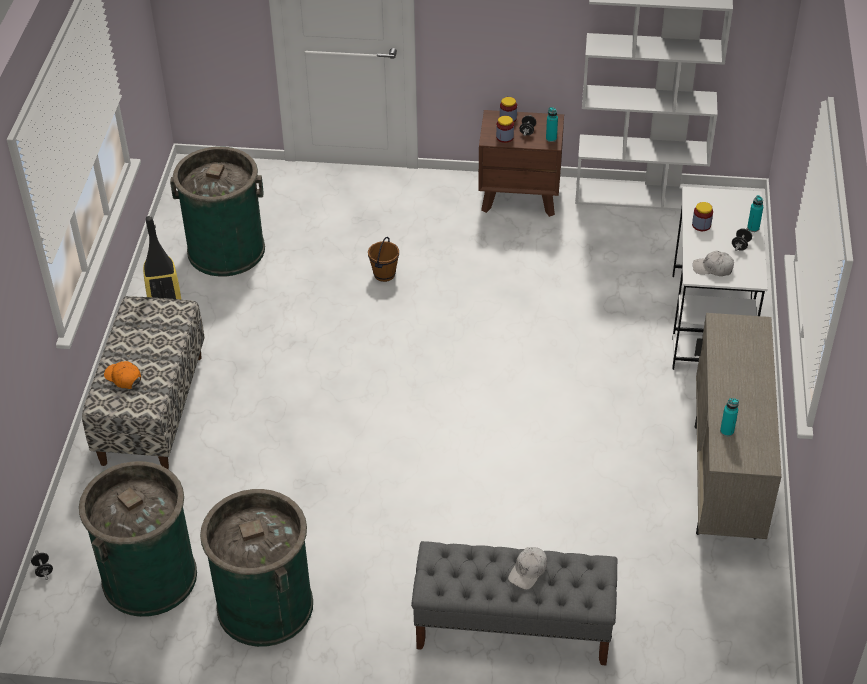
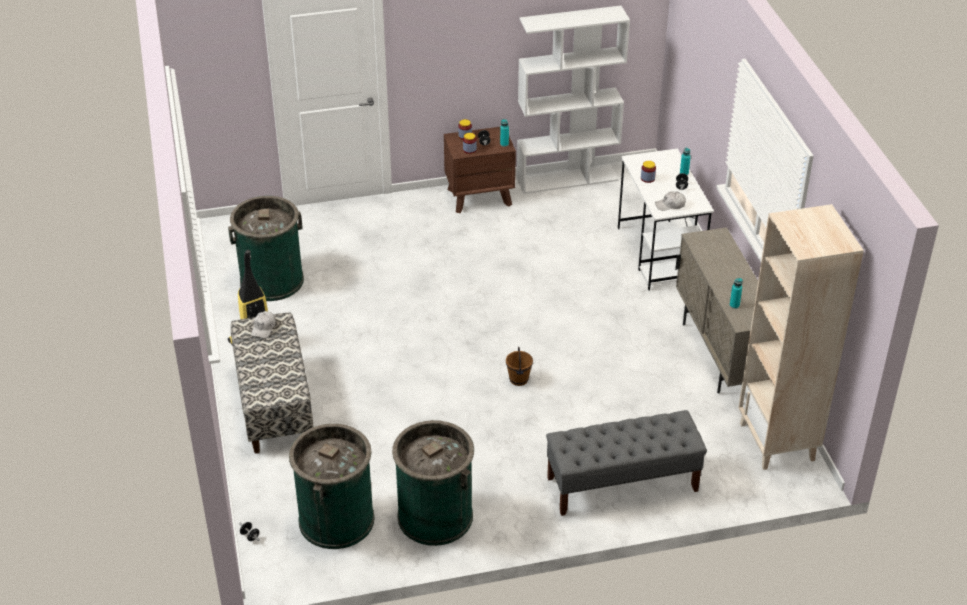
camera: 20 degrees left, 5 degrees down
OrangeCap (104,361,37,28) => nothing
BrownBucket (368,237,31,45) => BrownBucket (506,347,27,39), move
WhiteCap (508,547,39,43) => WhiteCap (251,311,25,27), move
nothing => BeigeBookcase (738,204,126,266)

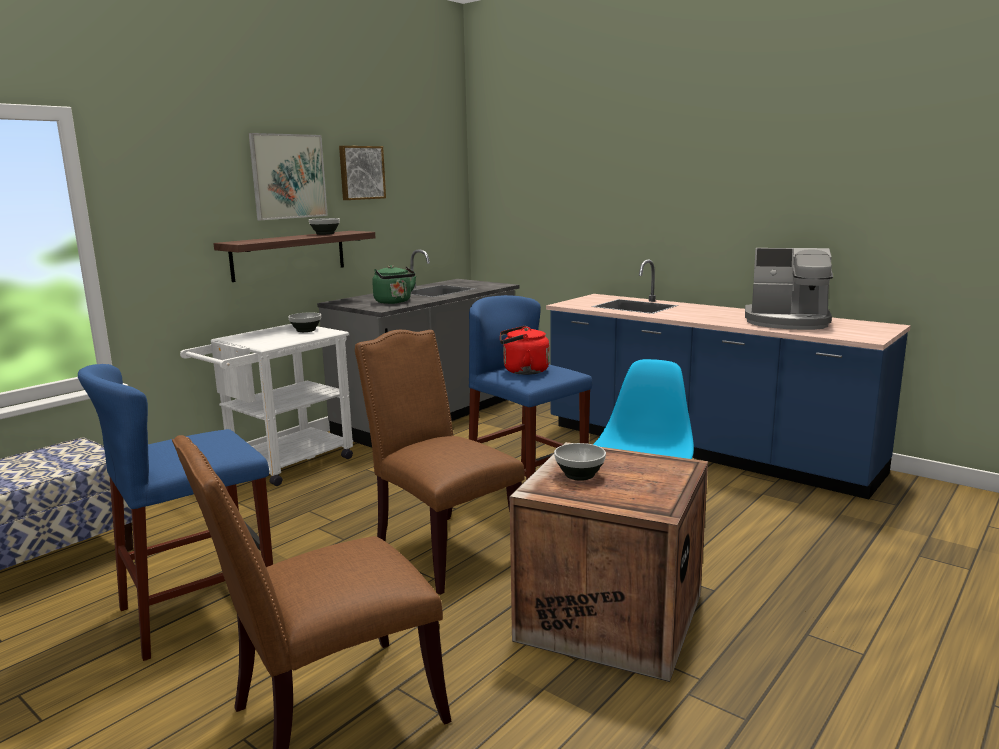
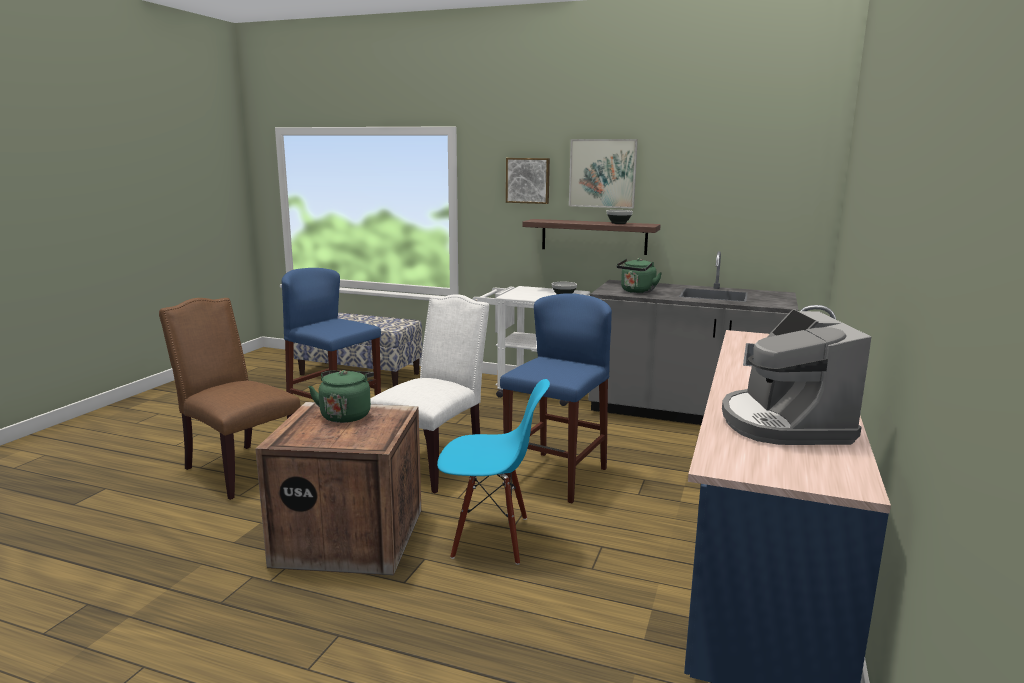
camera: 70 degrees right, 0 degrees up
Picture (339,146,47,54) => Picture (506,158,44,46), move
BrownChair (355,330,170,265) => WhiteChair (370,294,119,200)
RedKettle (500,326,50,49) => nothing
Bowl (554,443,52,38) => GreenKettle (308,370,66,53)

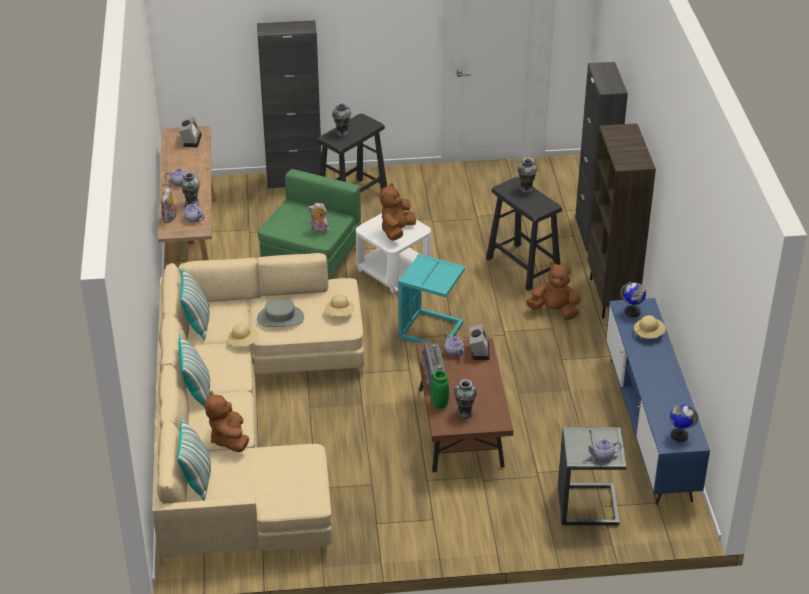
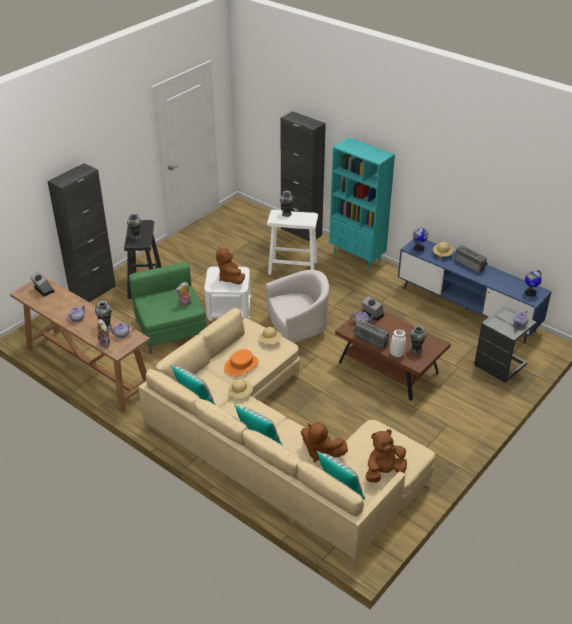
camera: 45 degrees left, 0 degrees up
GreyHat (257,300,47,27) => OrangeHat (224,349,35,28)
TurquoiseSideTable (398,254,67,89) => WhiteArmchair (266,270,63,73)
GreenVase (431,370,18,39) => WhiteVase (390,330,16,27)
BlackStool (486,177,76,114) => WhiteStool (267,210,51,65)
BrownPlushToy (526,262,55,58) => BrownPlushToy (366,429,41,54), move
BrownBookcase (587,123,69,196) => TurquoiseBookcase (329,137,66,134)
nothing => Radio (455,245,33,28)

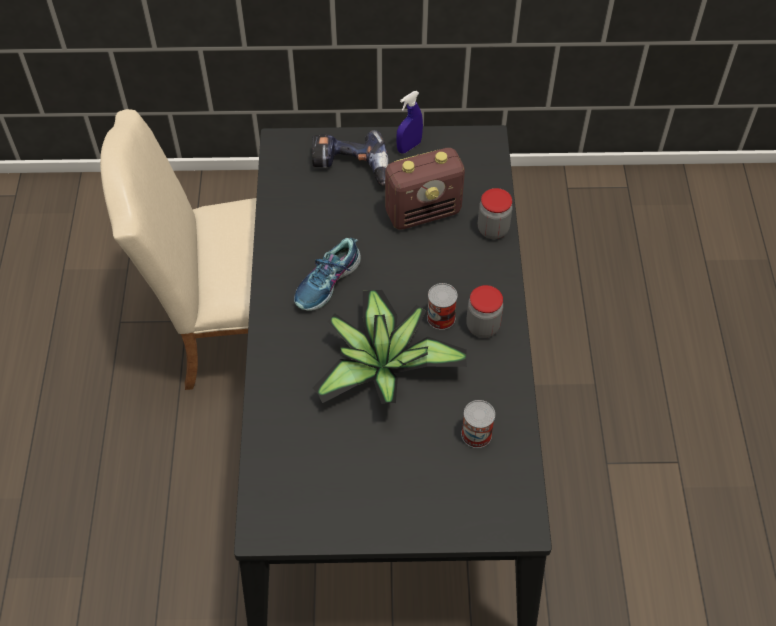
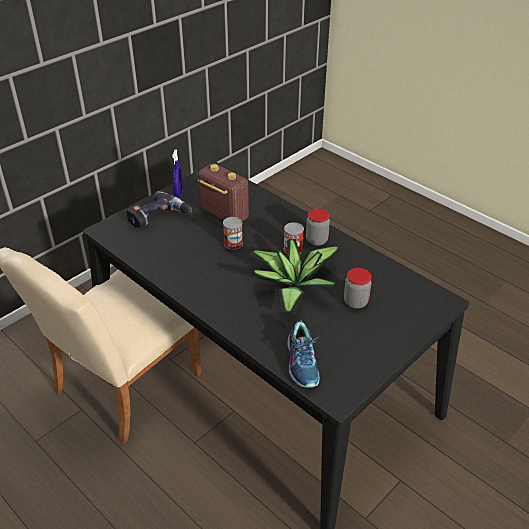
camera: 45 degrees left, 15 degrees down
Shoe (294,238,67,73) => Shoe (287,320,33,68), move
Radio (385,148,80,82) => Radio (197,163,52,58), 75 degrees counterclockwise
Can (461,400,34,48) => Can (223,217,20,33), move
Jar (478,188,35,51) => Jar (344,268,27,41), move

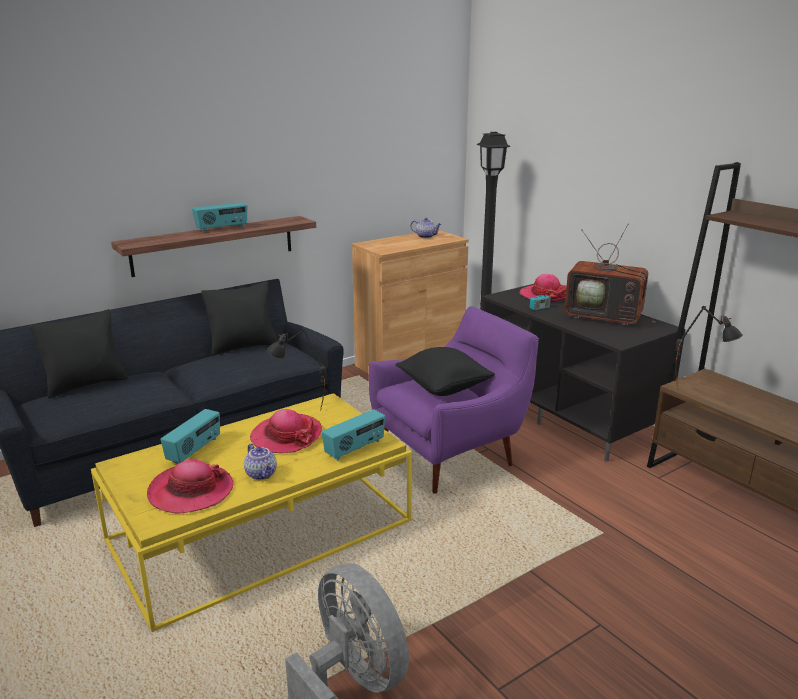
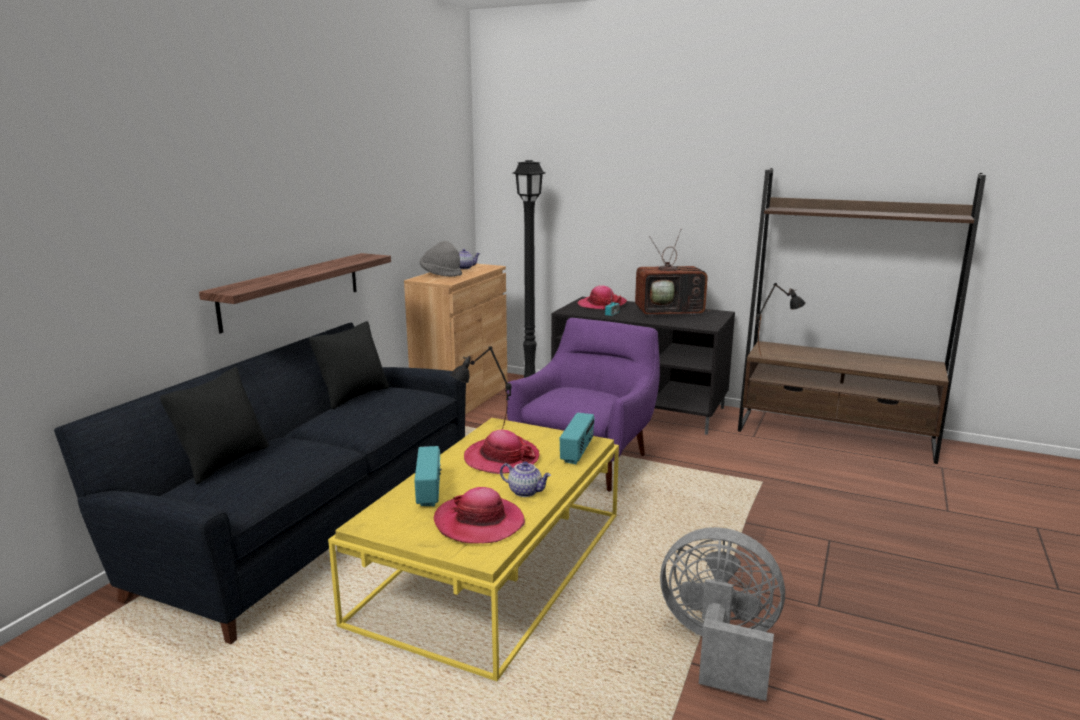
camera: 30 degrees left, 5 degrees down
Radio (192,202,55,30) => nothing
BlackPillow (396,347,99,49) => nothing
nothing => GreyHat (420,241,42,36)

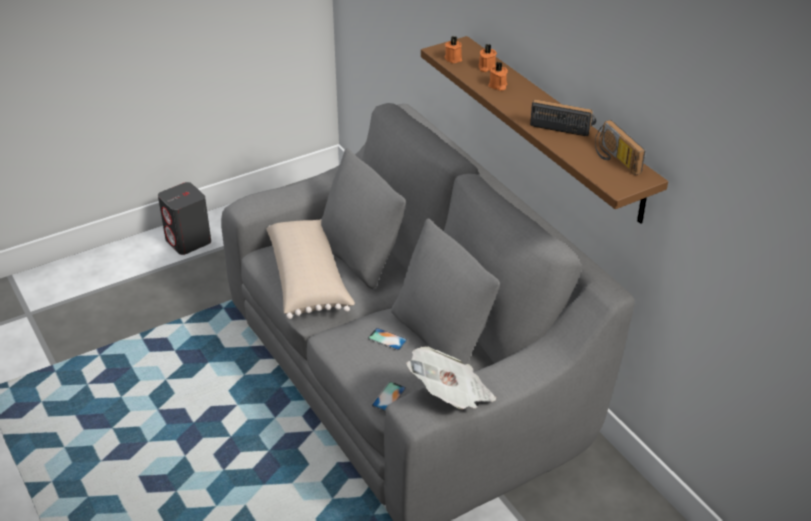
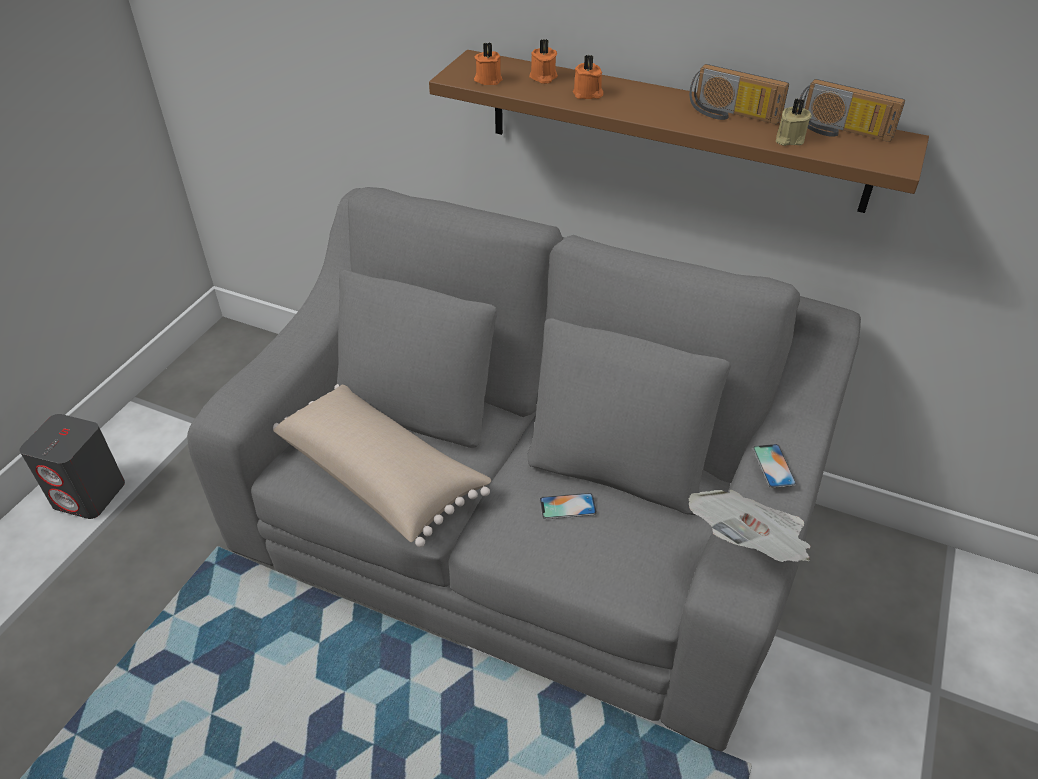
camera: 35 degrees left, 5 degrees up
Phone (372,382,34,29) => Phone (752,444,45,44), move
Radio (530,99,66,37) => Radio (689,64,100,60), 135 degrees counterclockwise
nothing => BeigeCandle (775,99,37,47)

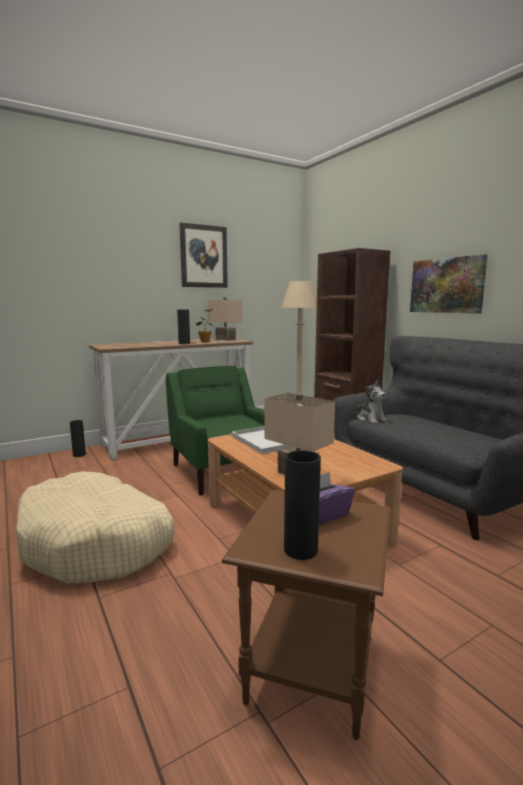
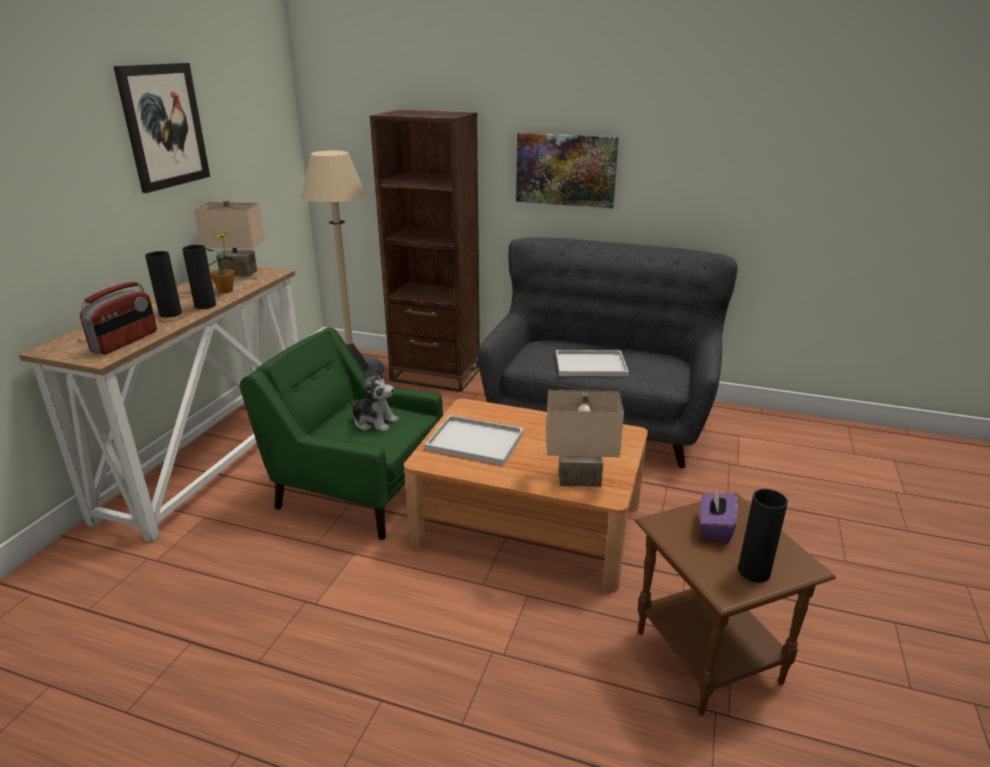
camera: 40 degrees left, 15 degrees up
BeigeDogBed (15,471,159,112) => nothing
BlackVase (70,420,16,37) => BlackVase (145,251,37,67), move
PlushToy (357,380,31,44) => PlushToy (346,369,53,63), move
nothing => Radio (80,281,77,73)
nothing => WhiteTray (556,350,73,27)

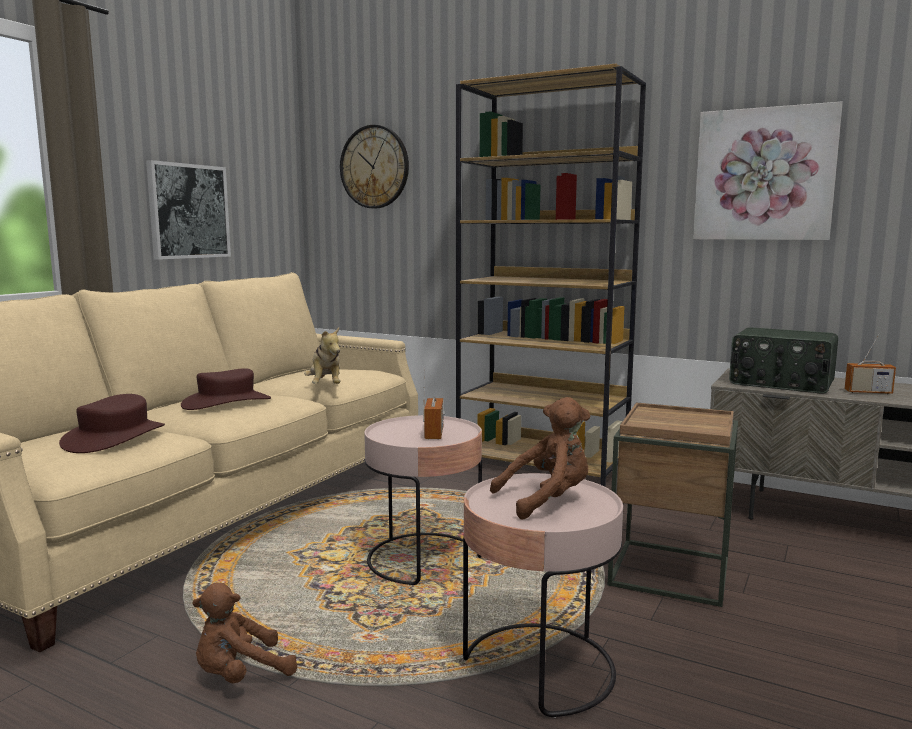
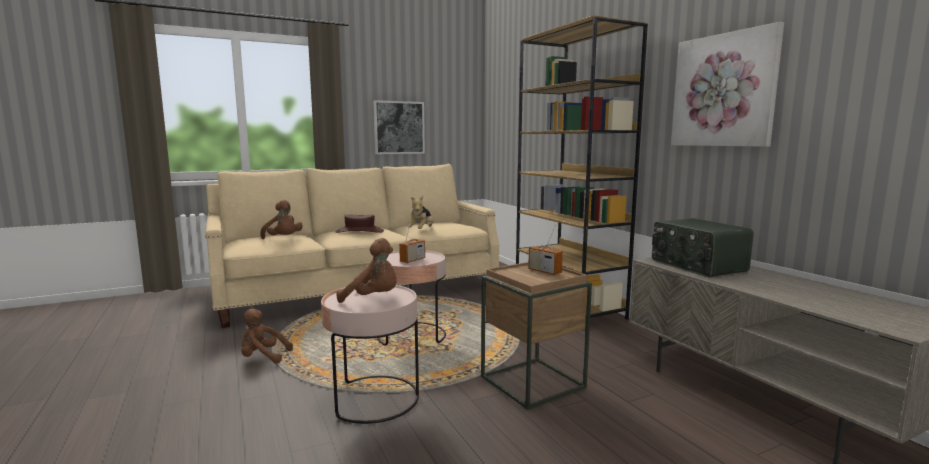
camera: 35 degrees right, 0 degrees up
BrownHat (59,394,106,59) => BrownPlushToy (260,200,43,39)
WallClock (340,125,69,84) => nothing
Radio (844,334,52,60) => Radio (528,224,35,51), move

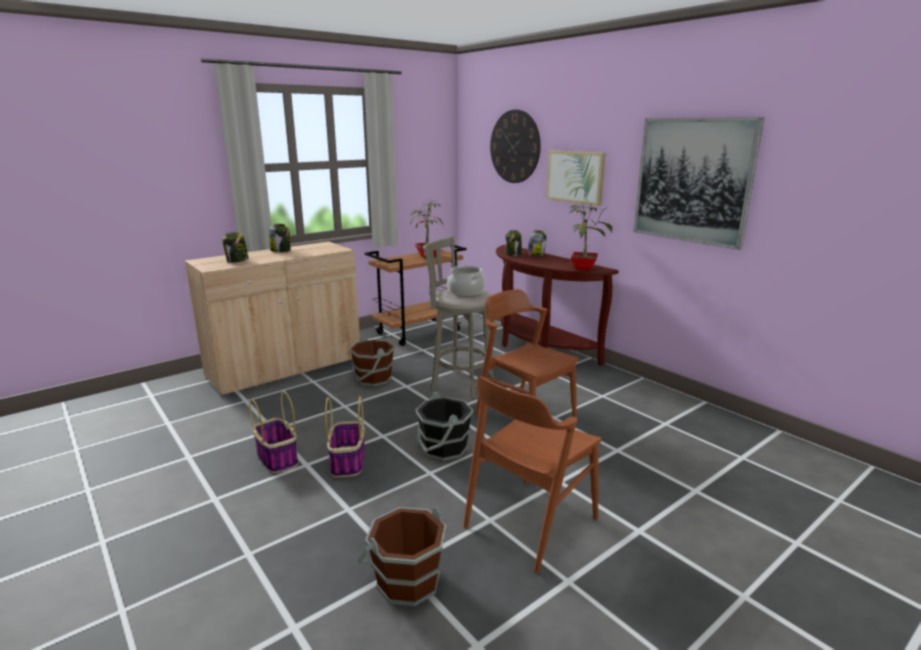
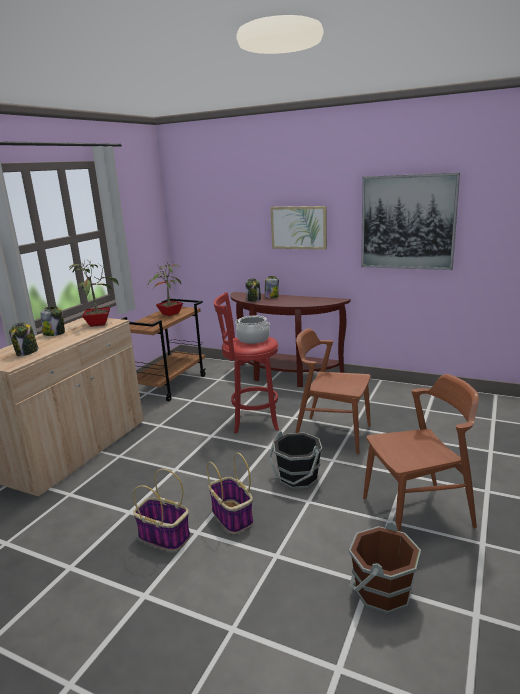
camera: 25 degrees left, 0 degrees up
BrownBucket (349,335,46,51) => nothing
GreyStool (423,236,71,163) => RedStool (214,292,65,141)
BrownChair (464,377,137,196) => BrownChair (363,374,116,157), 120 degrees counterclockwise
WallClock (490,109,51,74) => nothing
PottedPlant (569,203,43,68) => PottedPlant (68,261,51,66), move

